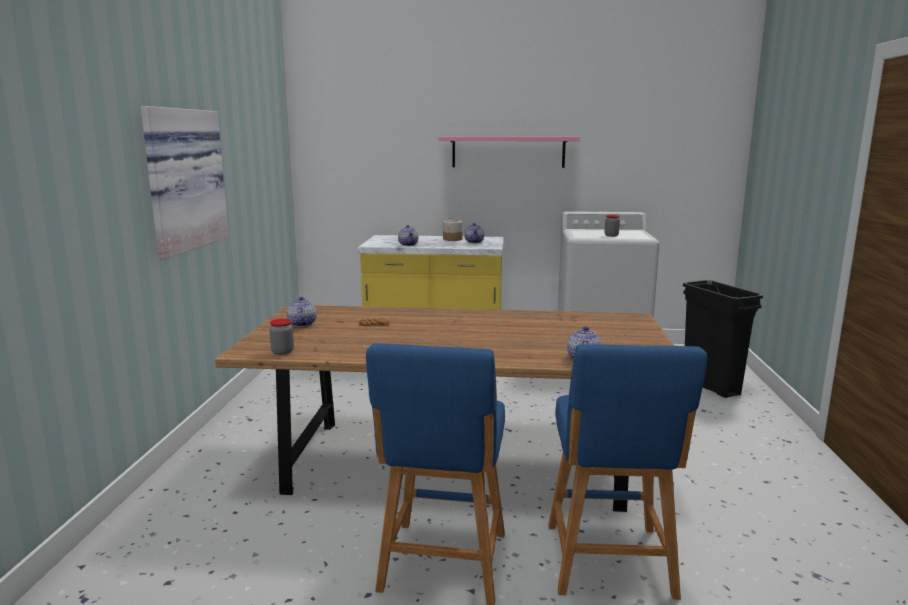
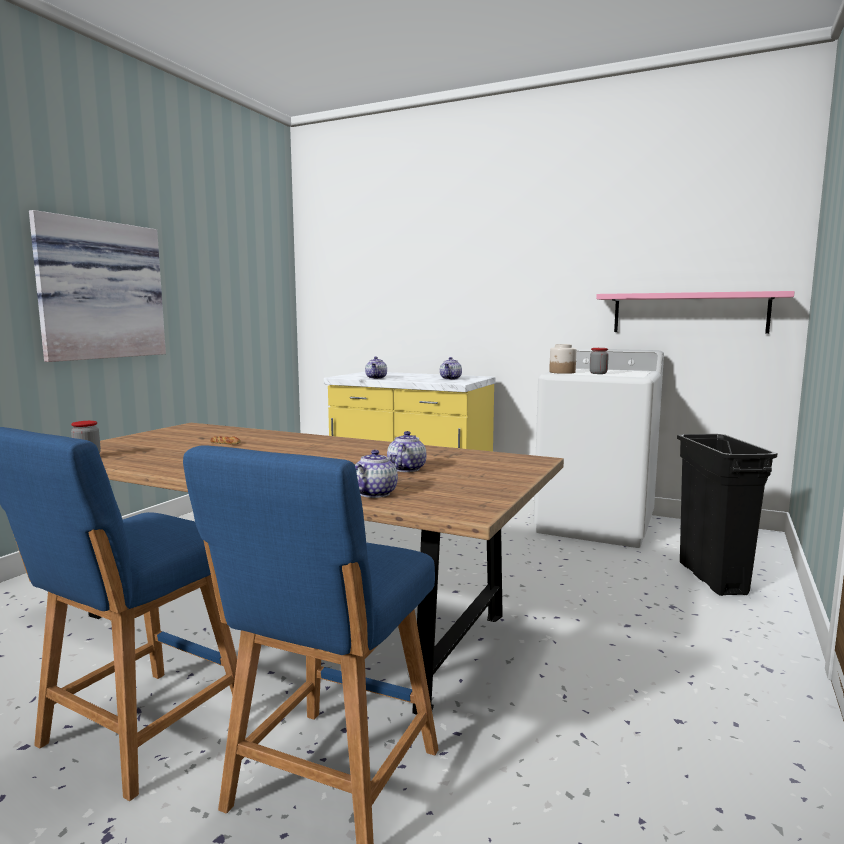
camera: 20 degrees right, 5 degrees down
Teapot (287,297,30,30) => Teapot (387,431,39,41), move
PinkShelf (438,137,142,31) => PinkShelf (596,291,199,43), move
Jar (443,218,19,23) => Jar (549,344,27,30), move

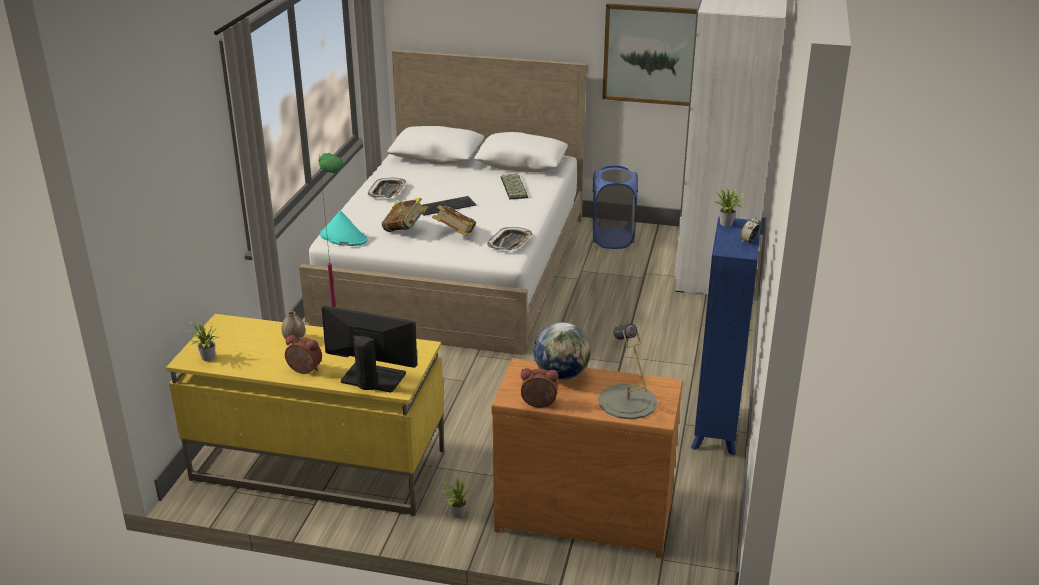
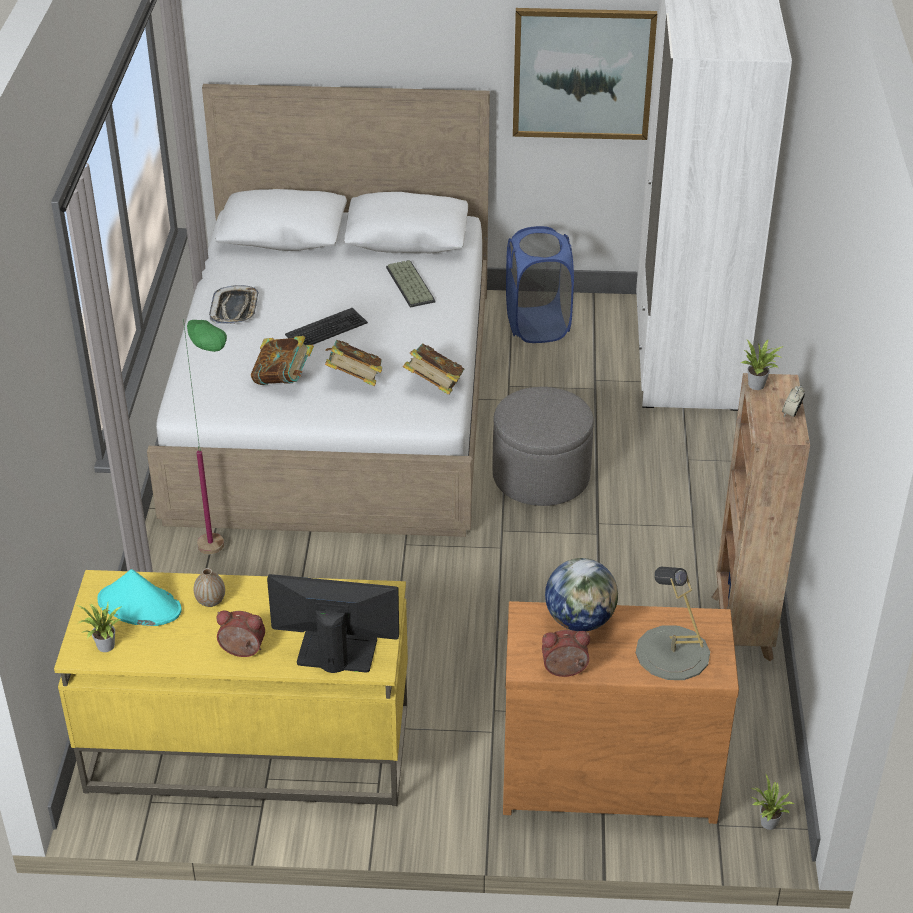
camera: 10 degrees left, 10 degrees up
TurquoiseHat (320,210,48,36) => TurquoiseHat (97,569,85,57), move
PottedPlant (442,474,29,44) => PottedPlant (751,773,43,57), move
Tray (487,227,45,23) => Book (403,343,61,52)
BlueBookcase (691,217,70,238) => BrownBookcase (711,373,99,288)
nothing => GreyOttoman (493,387,101,119)

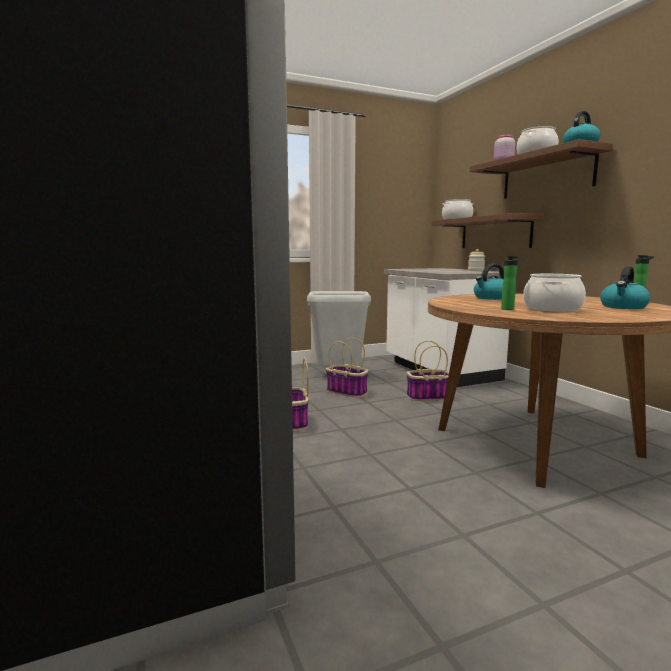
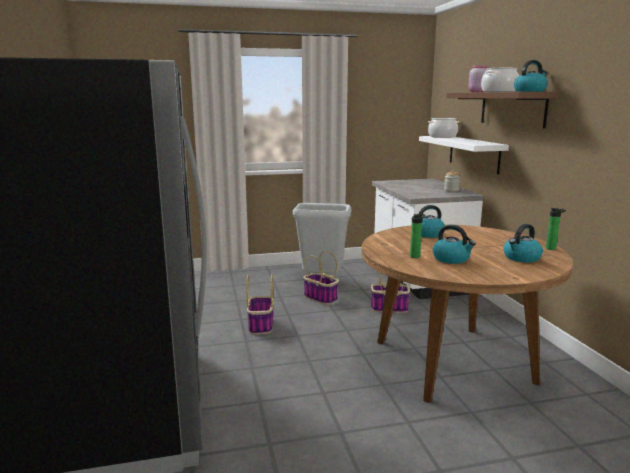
camera: 10 degrees right, 5 degrees up
BrownShelf (432,213,112,35) => WhiteShelf (419,136,90,39)
CookingPot (523,274,63,39) => Kettle (433,225,43,39)

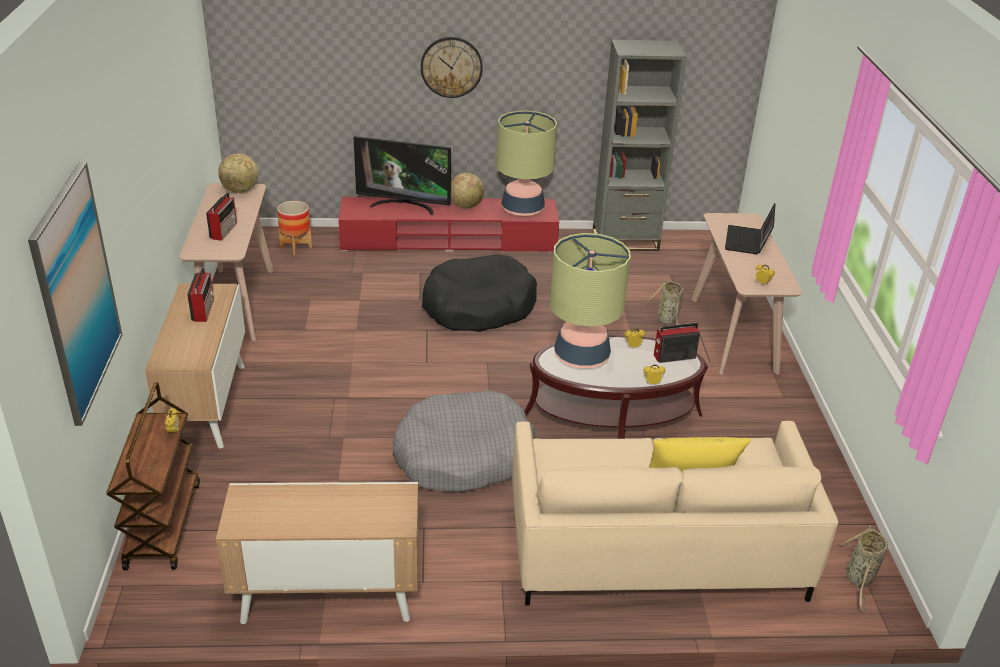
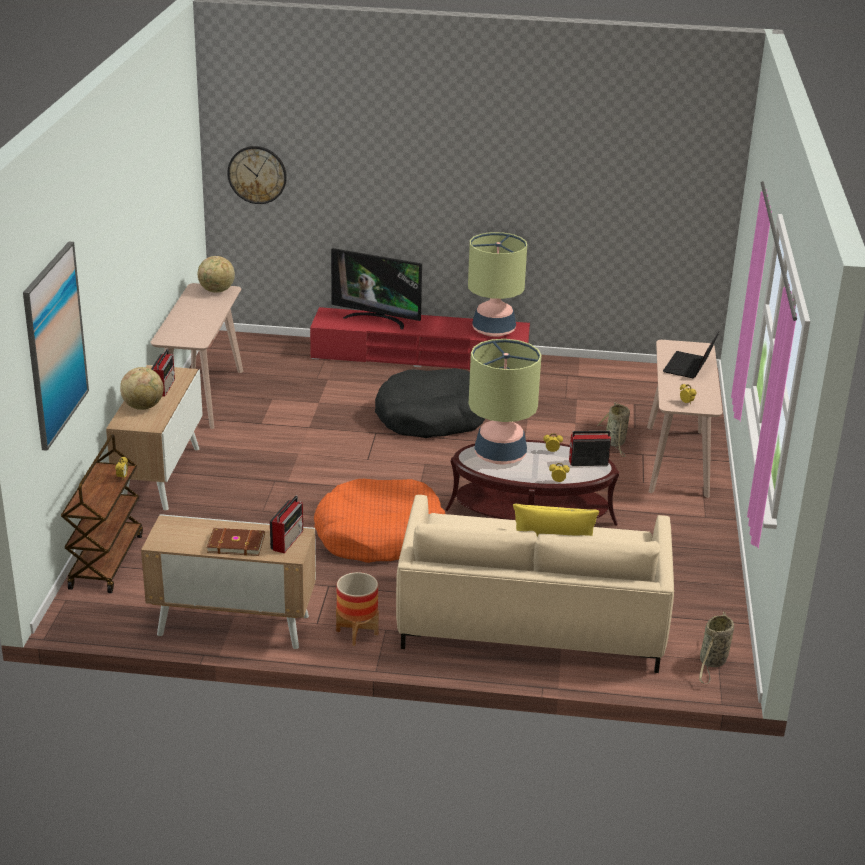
camera: 10 degrees right, 5 degrees down
Radio (206,192,31,49) => Radio (270,496,33,57), move
Planter (277,201,35,54) => Planter (336,572,43,74), move
GreyDogBed (392,391,144,102) => OrangeDogBed (314,479,131,84)
WallClock (421,37,62,61) => WallClock (227,146,60,58), move
Globe (451,173,33,35) => Globe (120,367,44,43), move
GreyBookcase (593,40,93,211) => nothing
nothing => BrownBook (207,528,58,28)

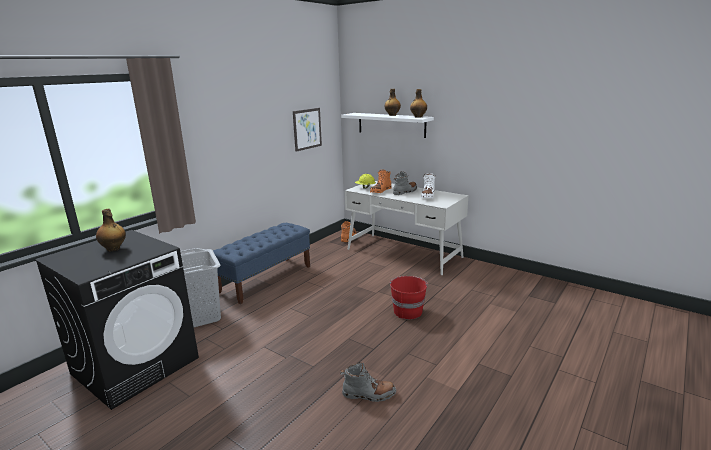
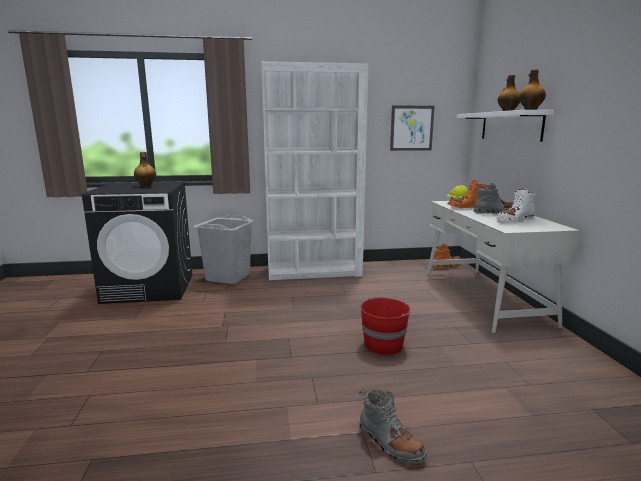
camera: 45 degrees right, 5 degrees down
BlueBench (213,223,97,81) => WhiteBookcase (261,61,107,219)
GreyBoot (340,362,56,40) => GreyBoot (359,389,68,75), move

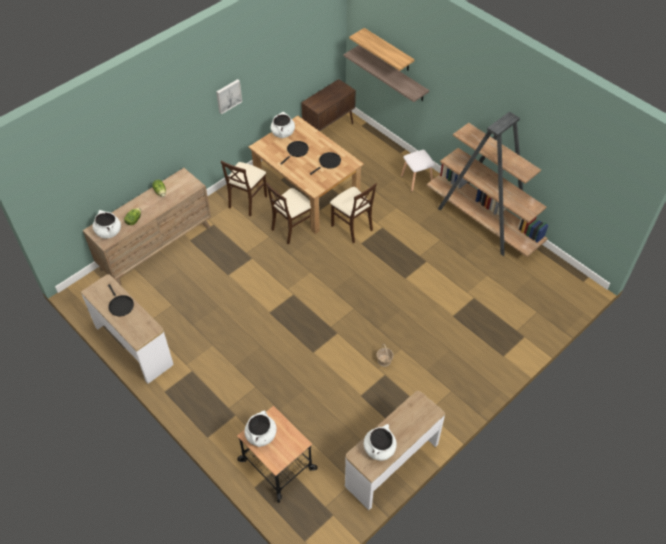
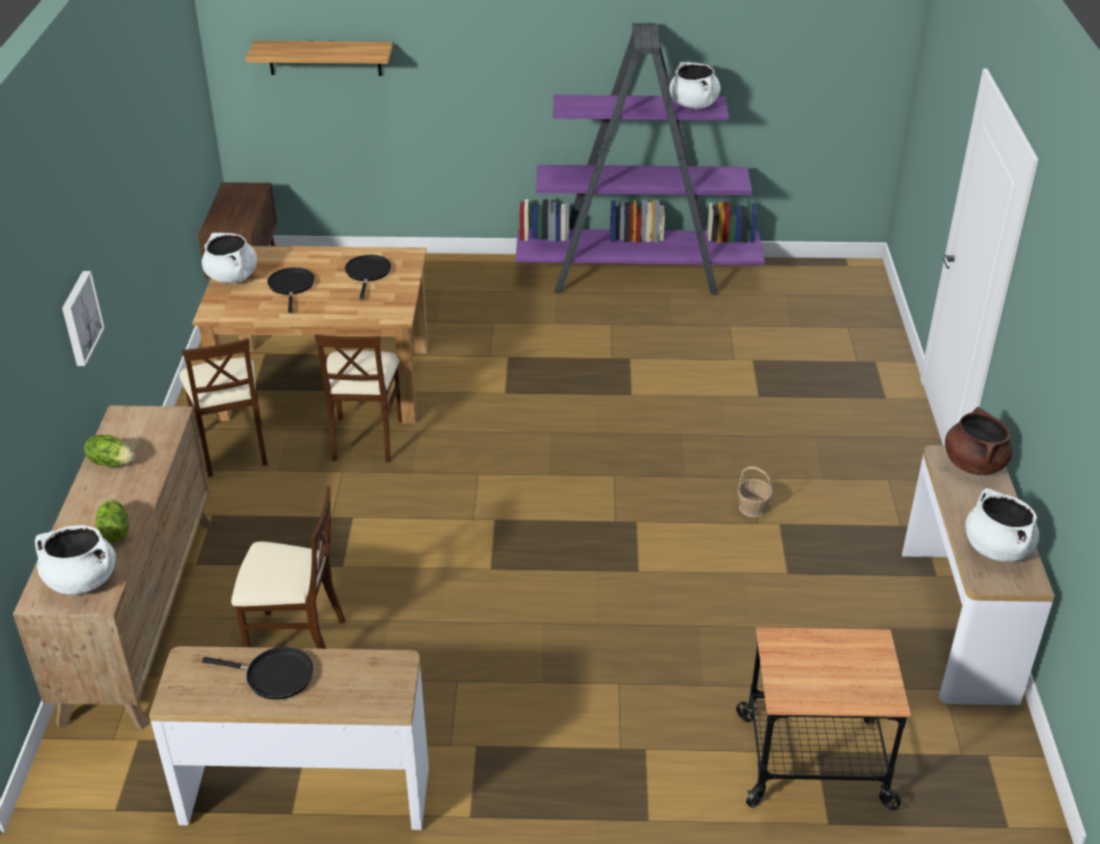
camera: 45 degrees left, 15 degrees down
Picture (216,79,26,35) => Picture (62,271,43,95), move
WhiteCookingPot (244,411,33,36) => WhiteCookingPot (669,62,51,47), move
BeigeChair (330,183,47,60) => BeigeChair (231,486,114,163), move
Shelf (344,45,85,57) => nothing
WhiteStool (401,150,34,42) => nothing
BrownBookcase (427,112,121,145) => PurpleBookcase (516,23,249,272)
nothing => BrownCookingPot (945,407,67,68)

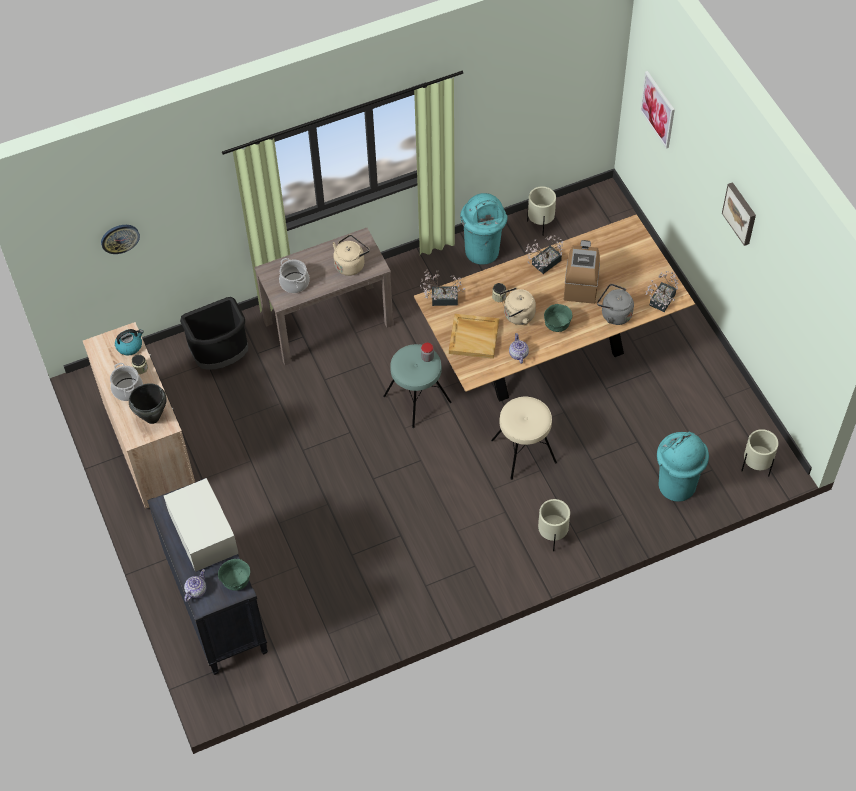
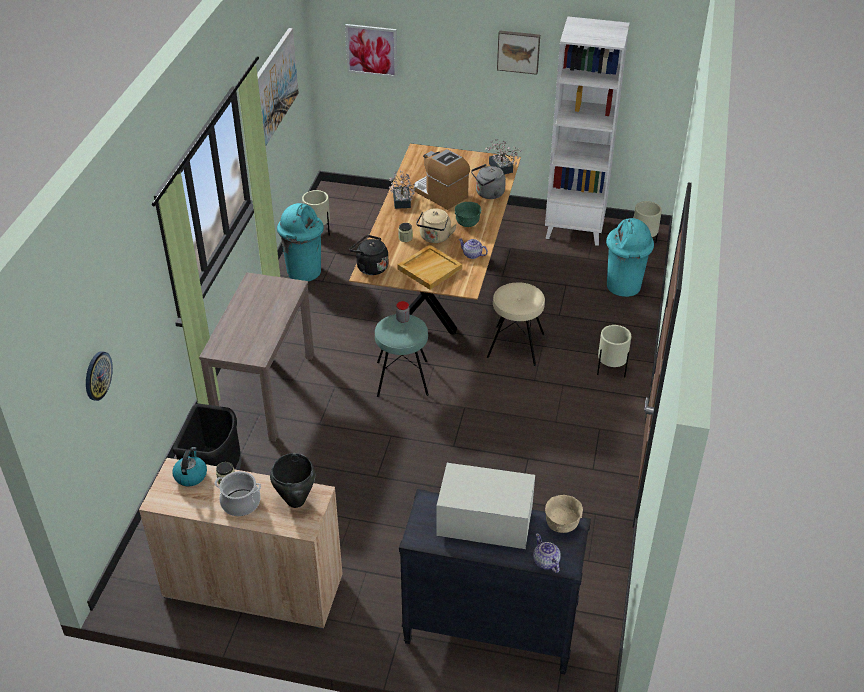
camera: 55 degrees left, 15 degrees down
GreenBowl (218,559,32,32) => BeigeBowl (545,495,38,38)
CookingPot (279,258,31,35) => nothing
BeigeKettle (333,235,37,41) => nothing
PottedPlant (420,269,45,37) => BlackKettle (350,235,38,40)
nothing => Picture (257,28,42,118)
nothing => WhiteBookcase (545,17,85,229)

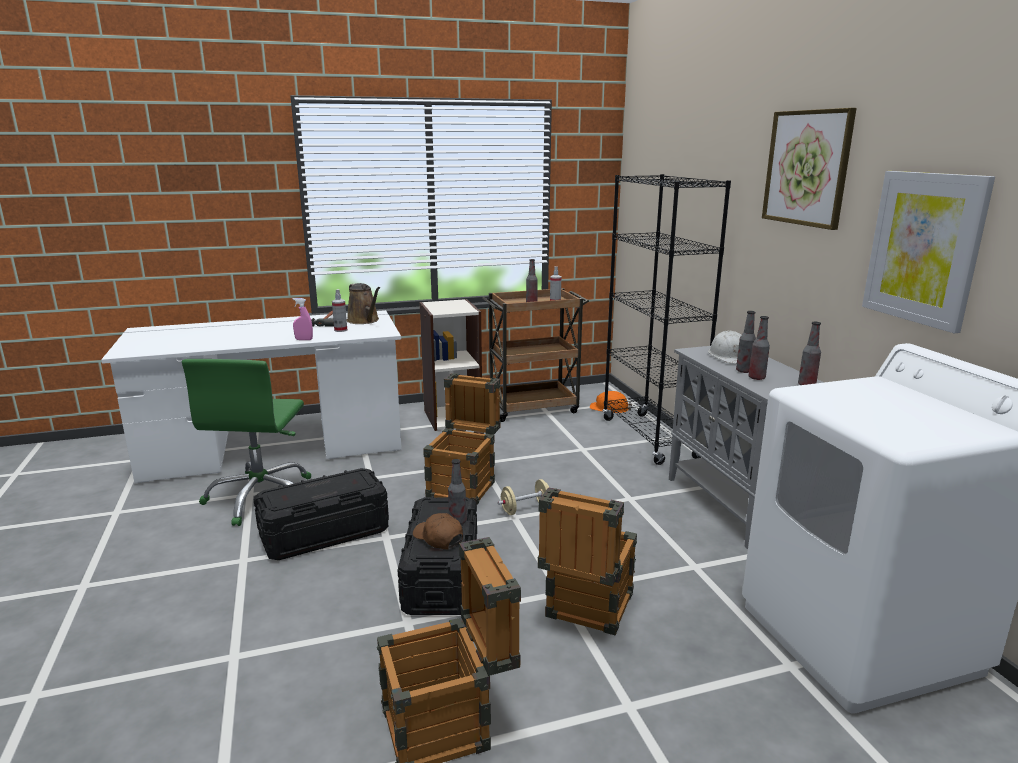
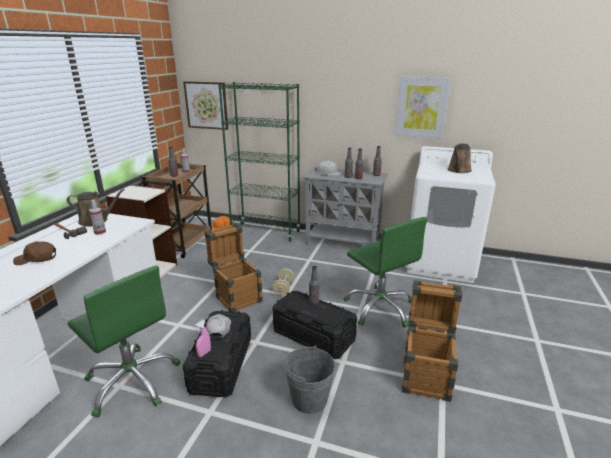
camera: 55 degrees left, 5 degrees up
PinkSprayBottle (293,298,20,42) => PinkSprayBottle (195,320,16,37), move
BrownCap (413,513,50,37) => BrownCap (13,241,43,24), move
Crate (538,487,99,148) => GreenOfficeChair (344,217,84,111)
BlackBookcase (602,174,129,291) => GreenBookcase (218,82,83,159)
Picture (762,108,94,122) => Picture (183,81,45,49), move
nothing => WhiteCap (206,314,25,25)
nothing => GreyBucket (284,345,51,69)
nothing => BrownWateringCan (448,144,24,29)

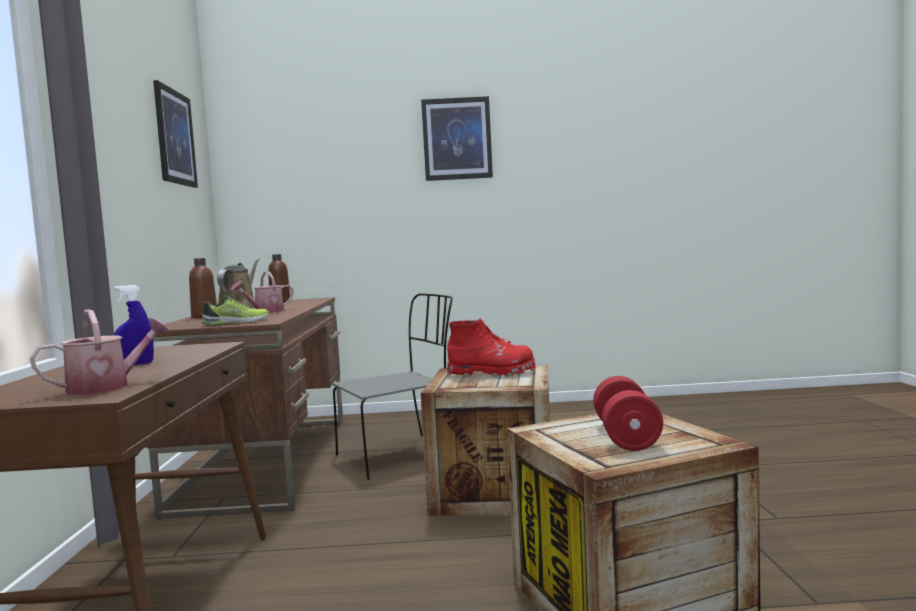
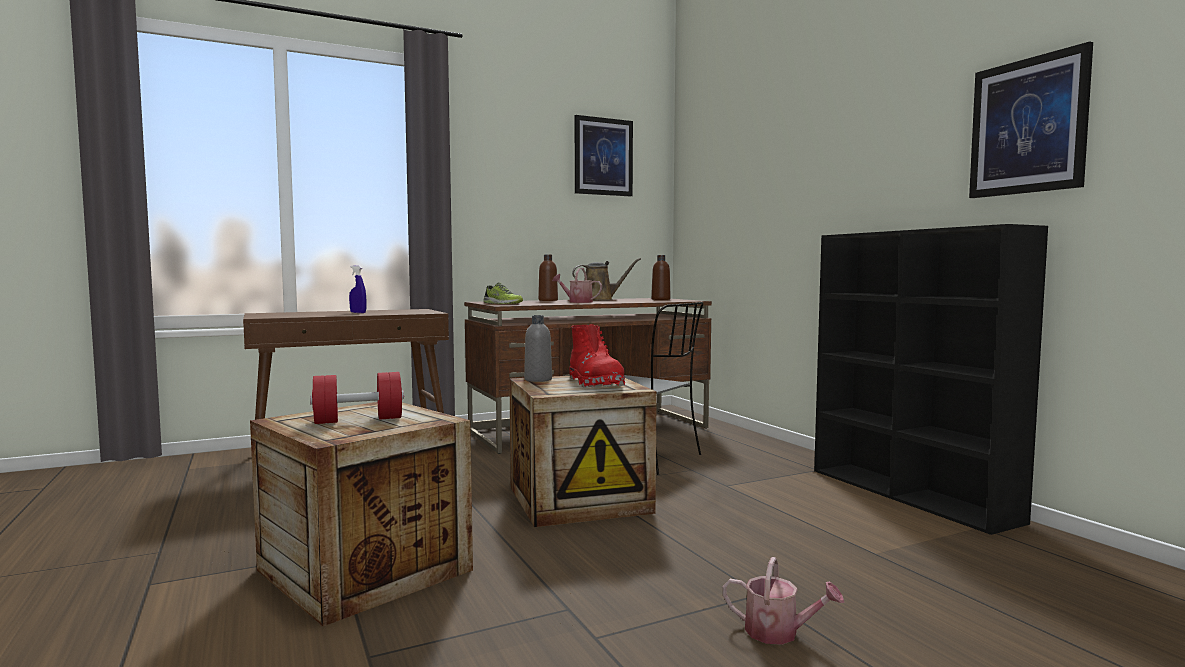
camera: 65 degrees right, 0 degrees up
WateringCan (30,309,140,86) => WateringCan (722,557,123,88), move
Picture (421,96,72,85) => Picture (969,41,124,157), move
nothing => GreyBottle (524,315,28,67)
nothing => BlackBookcase (814,224,234,311)

